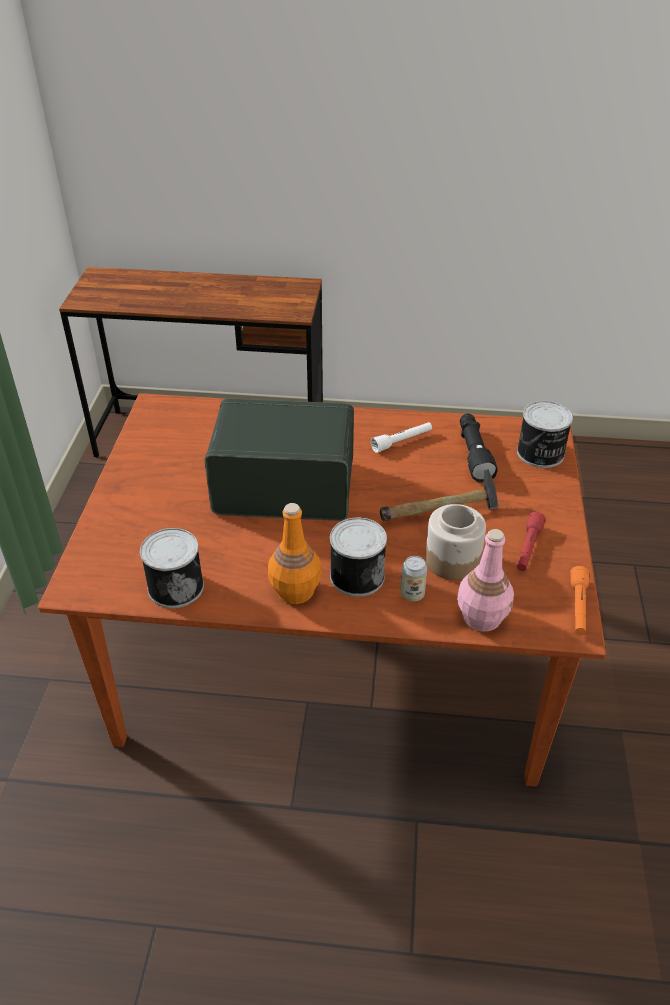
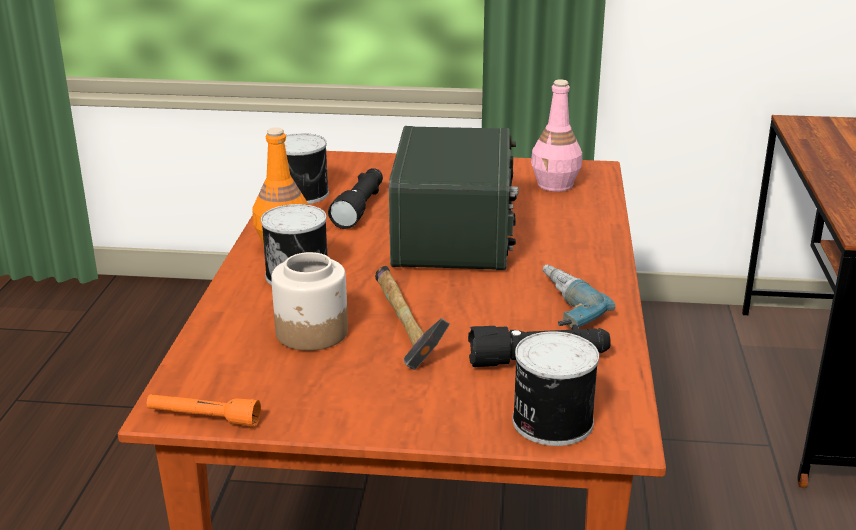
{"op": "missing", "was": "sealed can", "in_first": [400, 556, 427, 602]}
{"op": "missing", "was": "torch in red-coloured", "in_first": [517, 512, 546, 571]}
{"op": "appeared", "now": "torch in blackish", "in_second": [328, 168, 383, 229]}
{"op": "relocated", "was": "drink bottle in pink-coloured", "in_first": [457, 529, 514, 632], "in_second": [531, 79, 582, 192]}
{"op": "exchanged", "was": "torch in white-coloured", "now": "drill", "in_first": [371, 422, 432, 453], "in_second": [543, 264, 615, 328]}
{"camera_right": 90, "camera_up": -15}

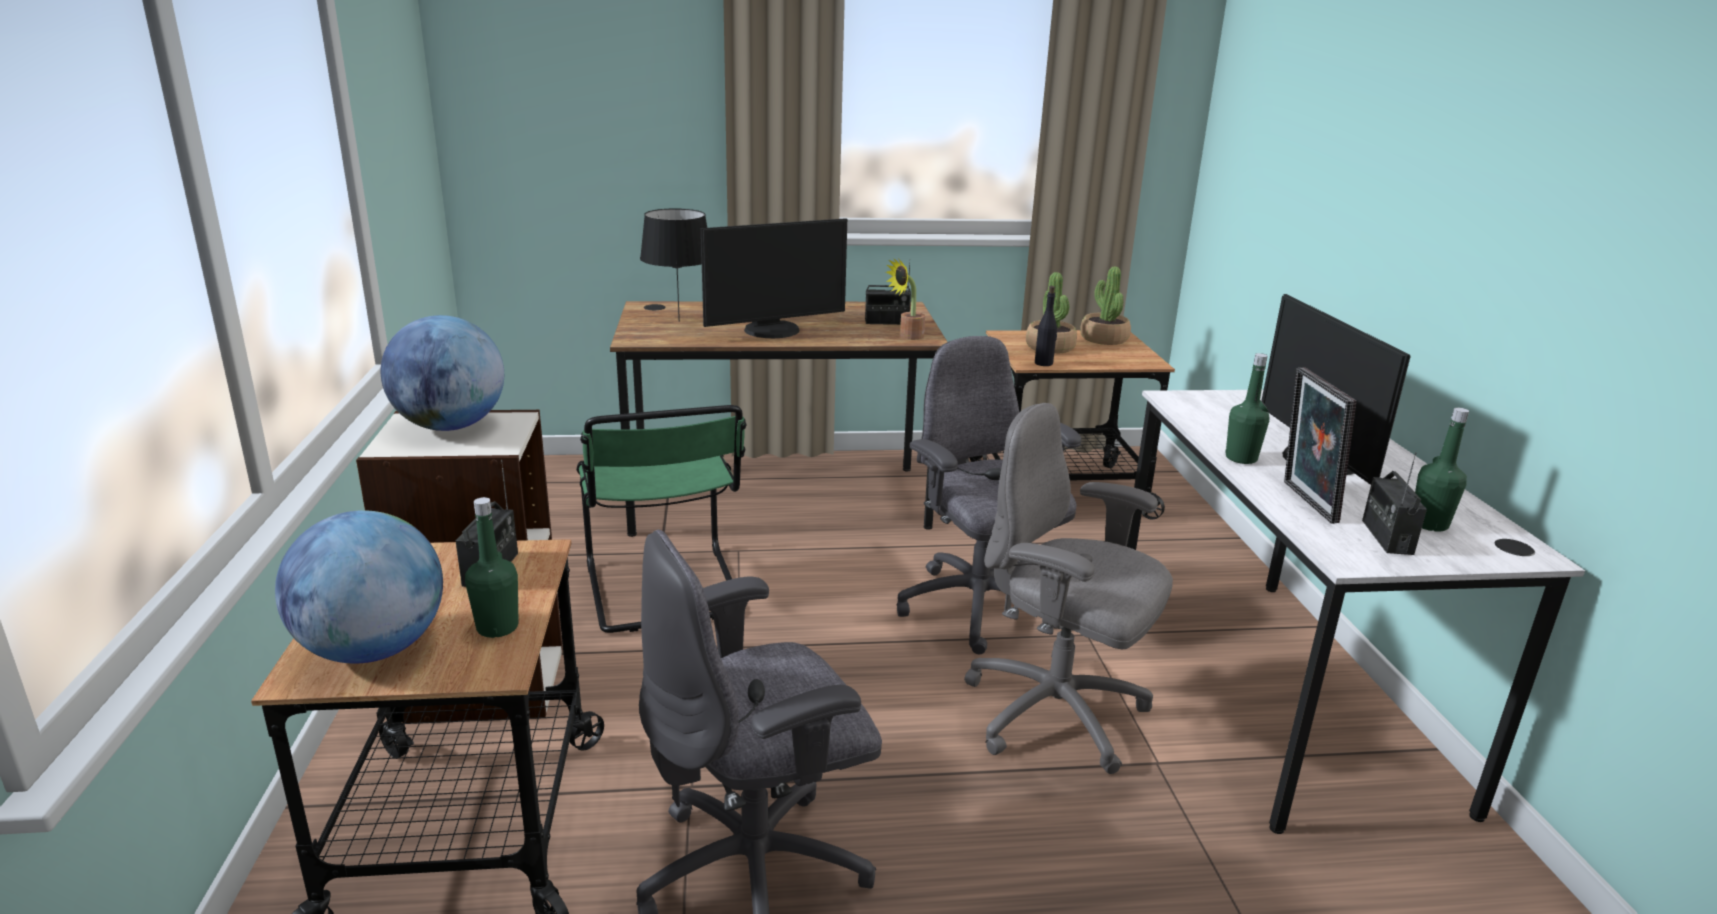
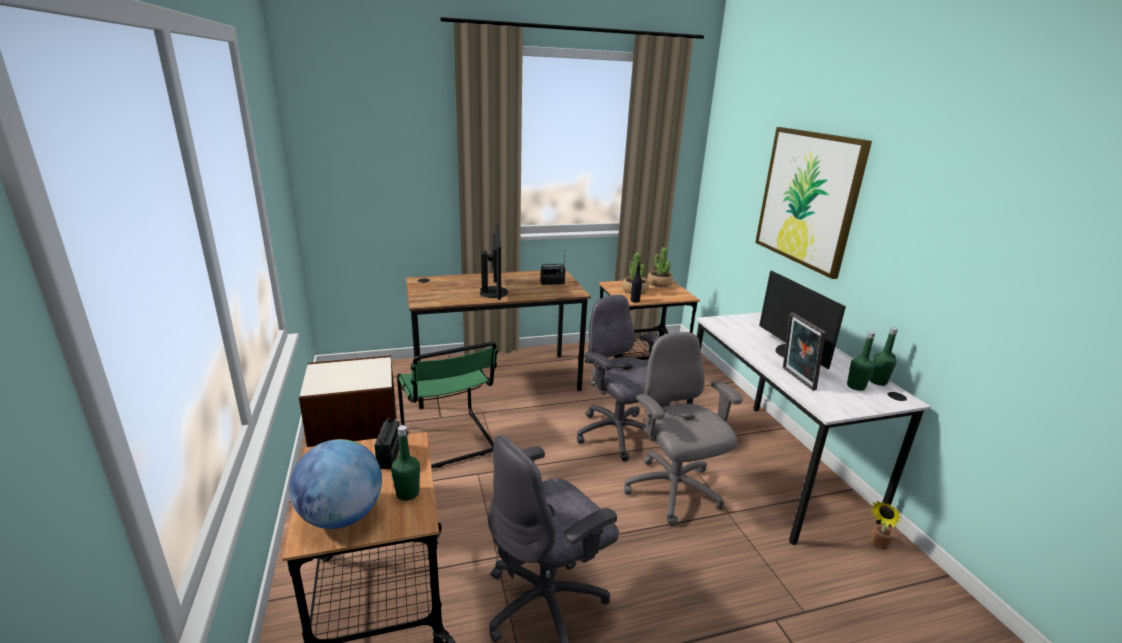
{"op": "missing", "was": "world globe", "in_first": [381, 315, 504, 431]}
{"op": "missing", "was": "lamp for a table in blackish", "in_first": [640, 208, 707, 322]}
{"op": "missing", "was": "radio", "in_first": [1362, 452, 1427, 555]}
{"op": "appeared", "now": "wall art", "in_second": [755, 127, 872, 279]}
{"op": "relocated", "was": "plant in a pot", "in_first": [886, 258, 925, 340], "in_second": [870, 501, 901, 550]}
{"op": "relocated", "was": "drink bottle in green", "in_first": [1225, 353, 1269, 464], "in_second": [869, 327, 898, 386]}
{"op": "spun", "was": "computer display", "in_first": [701, 218, 847, 338], "in_second": [480, 225, 508, 300], "clockwise": -60}
{"op": "spun", "was": "office chair in grey", "in_first": [964, 403, 1173, 774], "in_second": [624, 332, 743, 526], "clockwise": 45}
{"camera_right": -10, "camera_up": 0}

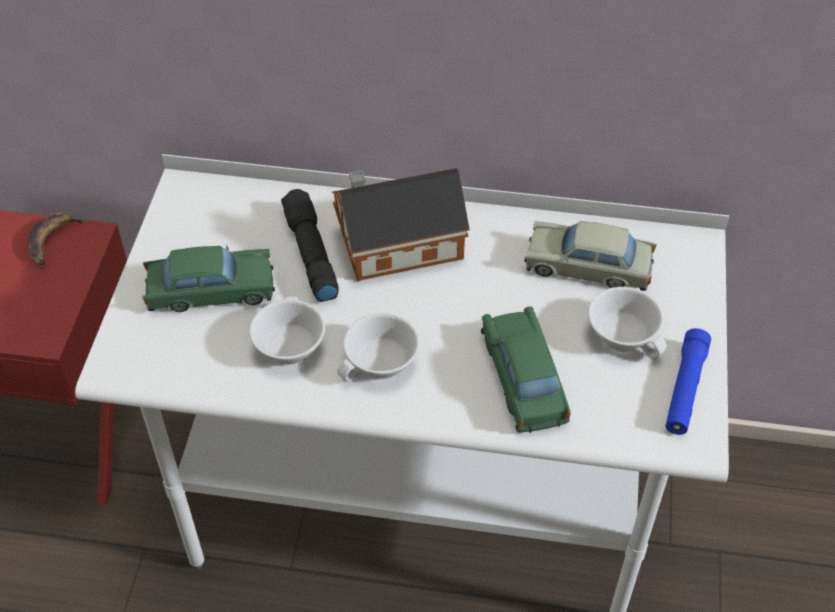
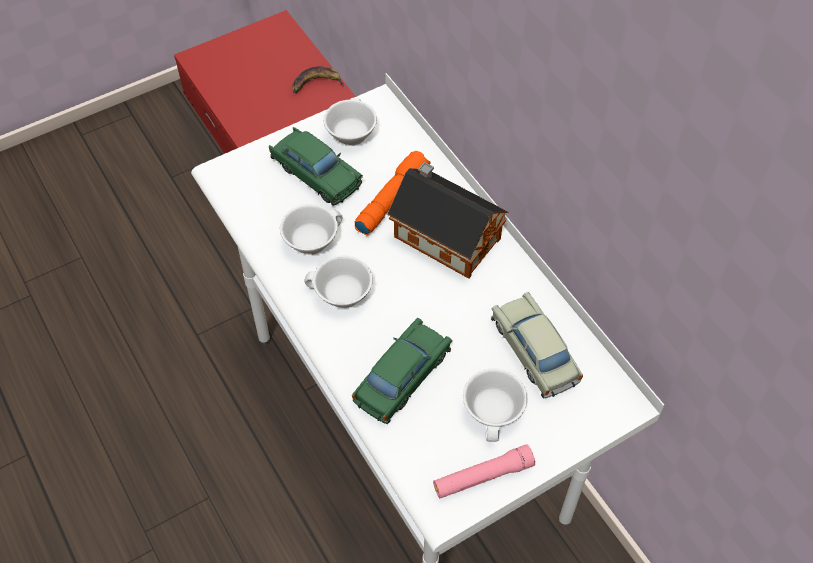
{"op": "appeared", "now": "cup in white-coloured", "in_second": [323, 98, 377, 146]}
{"op": "colour", "was": "torch in blackish", "now": "torch in orange-coloured", "in_first": [281, 189, 339, 302], "in_second": [355, 151, 431, 236]}
{"op": "colour", "was": "torch in blue", "now": "torch in pink-coloured", "in_first": [666, 328, 711, 435], "in_second": [433, 444, 535, 498]}
{"camera_right": 50, "camera_up": 5}

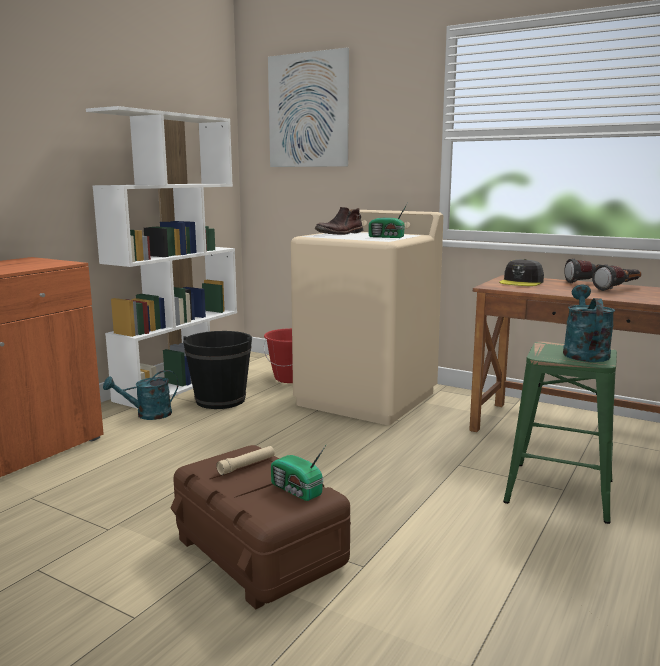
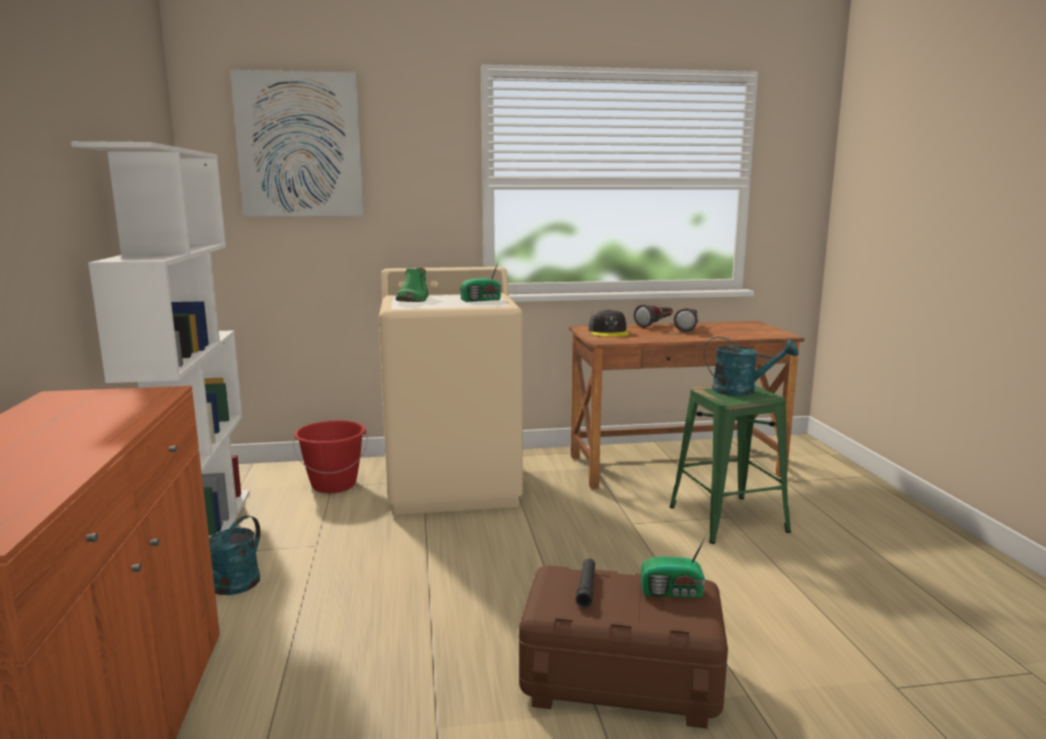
{"op": "missing", "was": "bucket in blackish", "in_first": [183, 331, 252, 409]}
{"op": "colour", "was": "torch in sand-coloured", "now": "torch in blackish", "in_first": [217, 446, 275, 475], "in_second": [576, 558, 595, 608]}
{"op": "colour", "was": "tall boot in brownish", "now": "tall boot in green", "in_first": [315, 207, 363, 235], "in_second": [396, 268, 429, 302]}
{"op": "spun", "was": "sprinkling can in turquoise-coloured", "in_first": [563, 284, 615, 362], "in_second": [704, 337, 799, 396], "clockwise": 135}
{"camera_right": -40, "camera_up": 0}

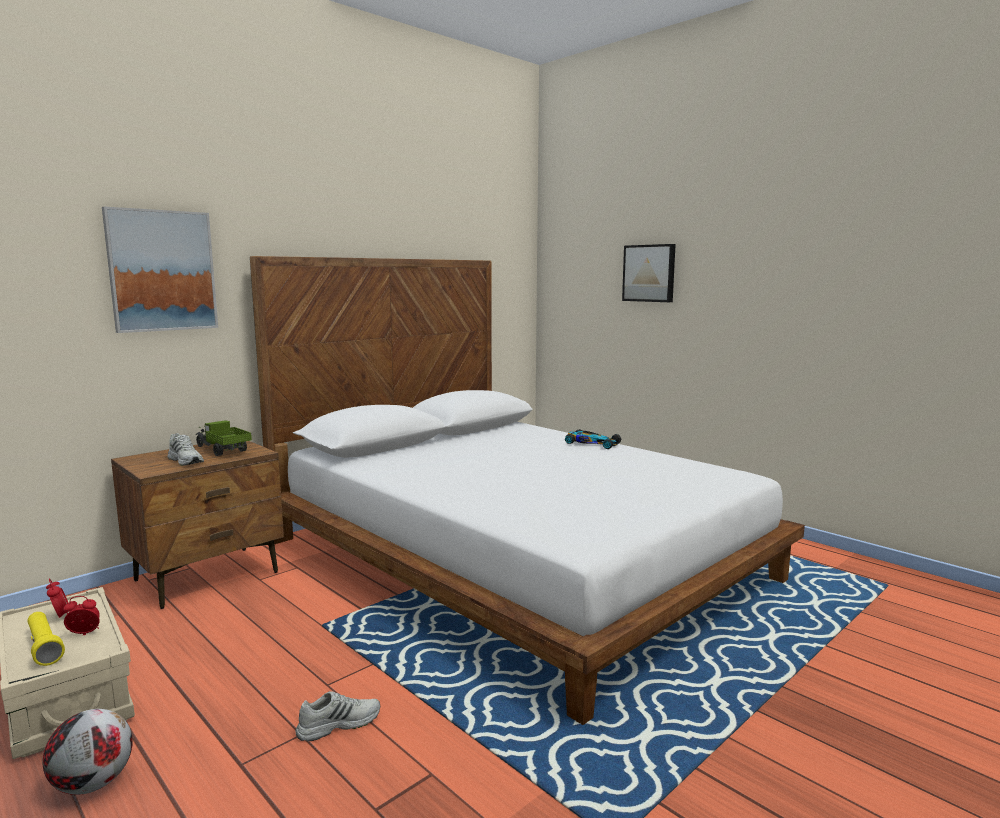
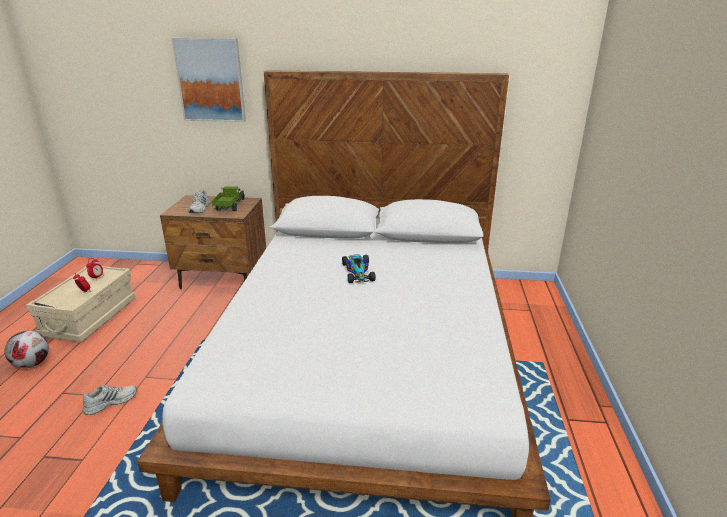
{"op": "missing", "was": "torch in yellow", "in_first": [28, 612, 65, 666]}
{"op": "missing", "was": "wall art", "in_first": [622, 244, 676, 302]}
{"op": "relocated", "was": "miniature car", "in_first": [565, 429, 621, 449], "in_second": [342, 255, 376, 283]}
{"op": "spun", "was": "low shoe in white-coloured", "in_first": [295, 691, 380, 741], "in_second": [82, 385, 137, 415], "clockwise": -60}
{"camera_right": 50, "camera_up": 15}

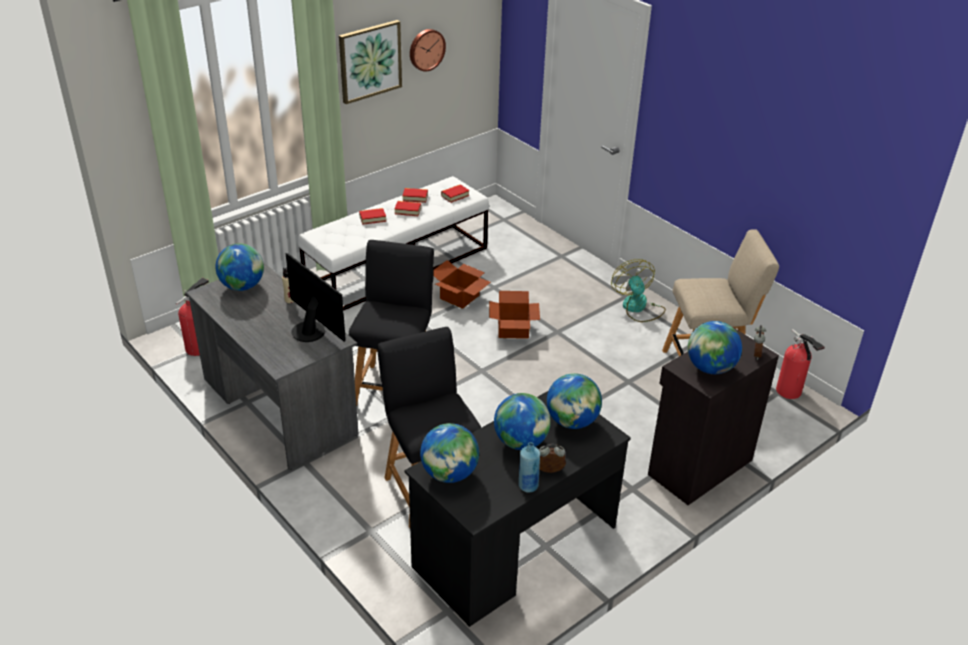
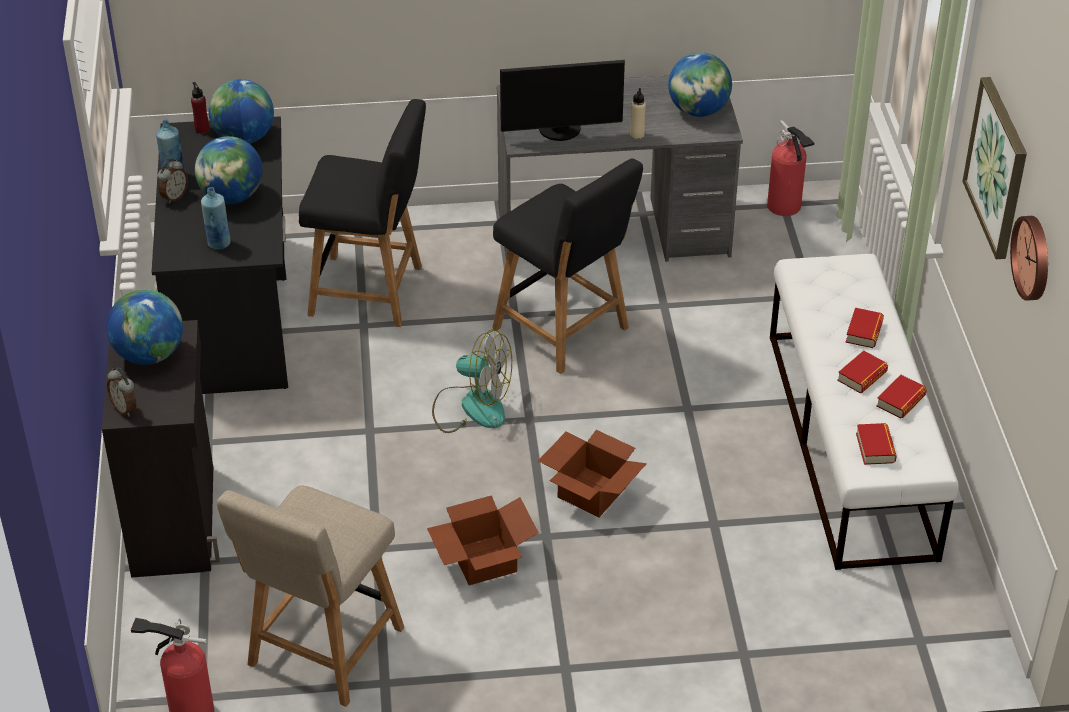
{"op": "appeared", "now": "drink bottle in red-coloured", "in_second": [191, 82, 209, 134]}
{"op": "relocated", "was": "cardboard box", "in_first": [433, 260, 491, 309], "in_second": [427, 495, 539, 585]}
{"op": "relocated", "was": "cooling fan", "in_first": [611, 259, 666, 322], "in_second": [432, 329, 512, 433]}
{"op": "exchanged", "was": "world globe", "now": "drink bottle in blue", "in_first": [547, 373, 602, 429], "in_second": [201, 187, 231, 250]}
{"camera_right": 125, "camera_up": 5}

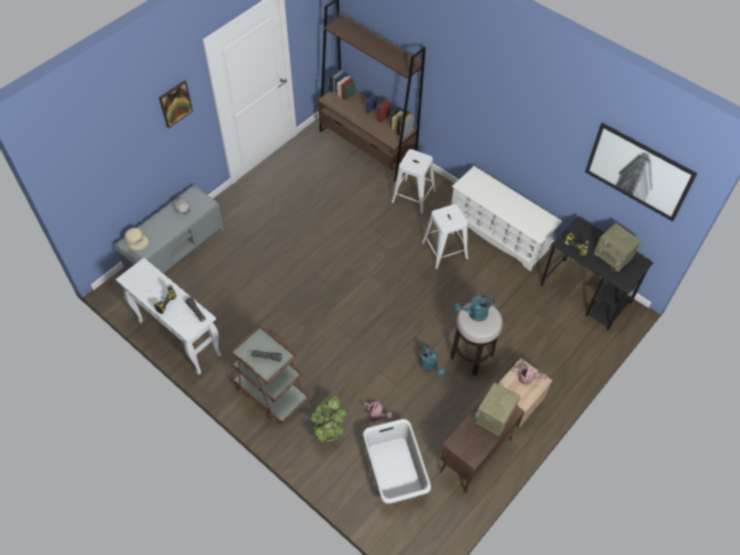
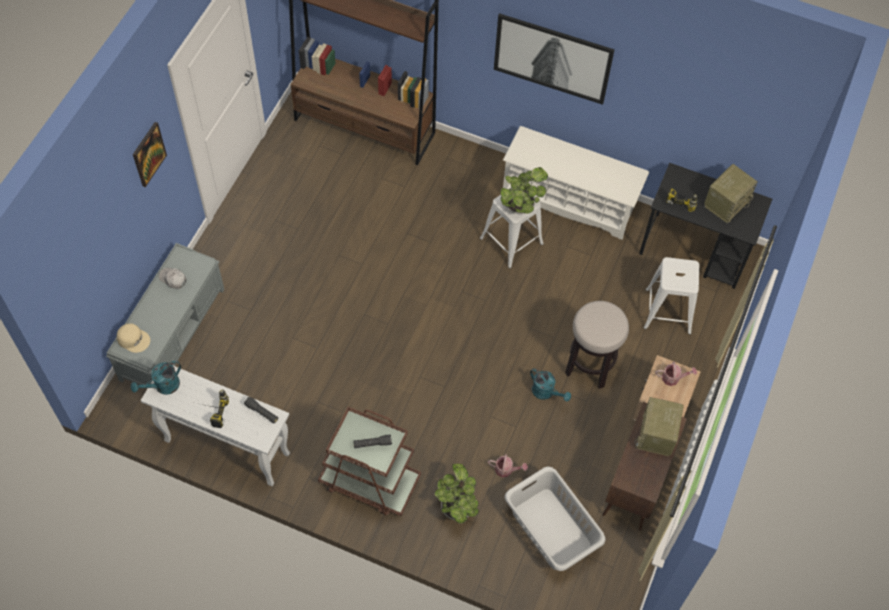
{"op": "appeared", "now": "plant in a pot", "in_second": [500, 167, 548, 214]}
{"op": "relocated", "was": "sitting stool in white-coloured", "in_first": [391, 149, 436, 214], "in_second": [644, 257, 700, 335]}
{"op": "relocated", "was": "sprinkling can in turquoise-coloured", "in_first": [454, 295, 495, 321], "in_second": [131, 361, 181, 395]}
{"op": "relocated", "was": "wall art", "in_first": [585, 123, 697, 221], "in_second": [494, 13, 615, 105]}
{"op": "spun", "was": "radio", "in_first": [594, 223, 641, 272], "in_second": [704, 164, 758, 223], "clockwise": -75}
{"camera_right": -20, "camera_up": 5}

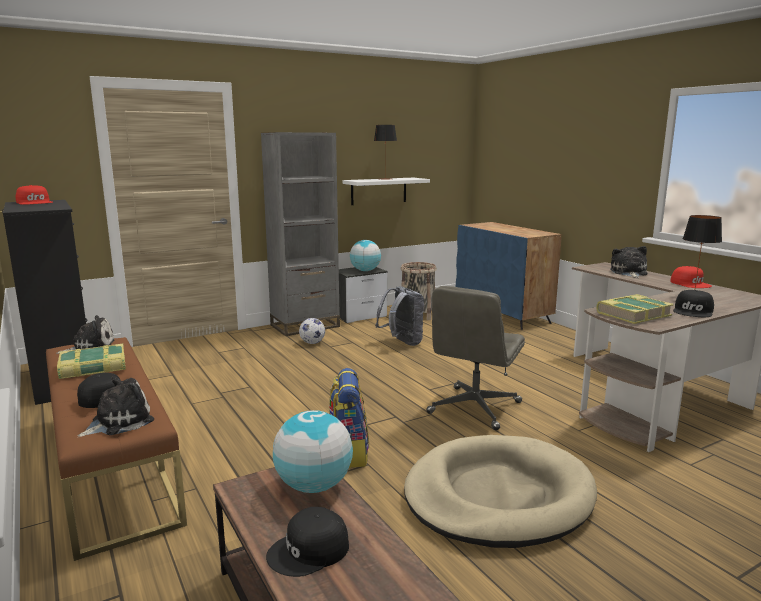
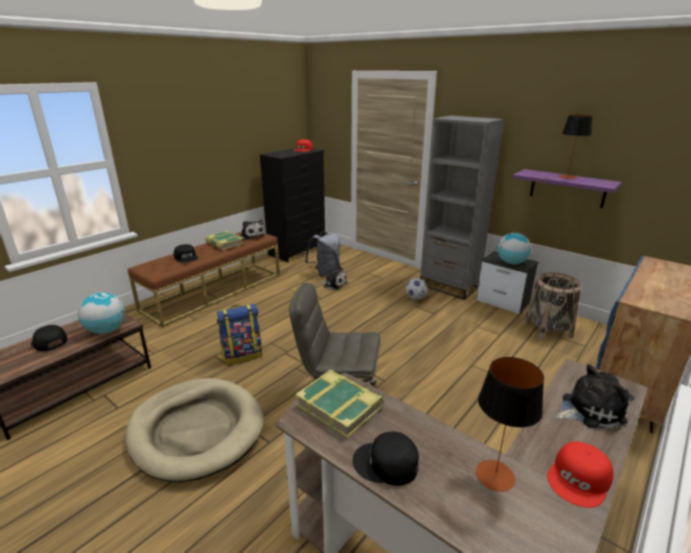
{"op": "relocated", "was": "soft toy", "in_first": [77, 376, 154, 438], "in_second": [319, 267, 347, 290]}
{"op": "relocated", "was": "rucksack in grey", "in_first": [375, 286, 424, 346], "in_second": [305, 231, 340, 277]}
{"op": "colour", "was": "bracket shelf in white-coloured", "now": "bracket shelf in purple-coloured", "in_first": [343, 178, 430, 205], "in_second": [512, 169, 622, 208]}
{"camera_right": 70, "camera_up": 10}

